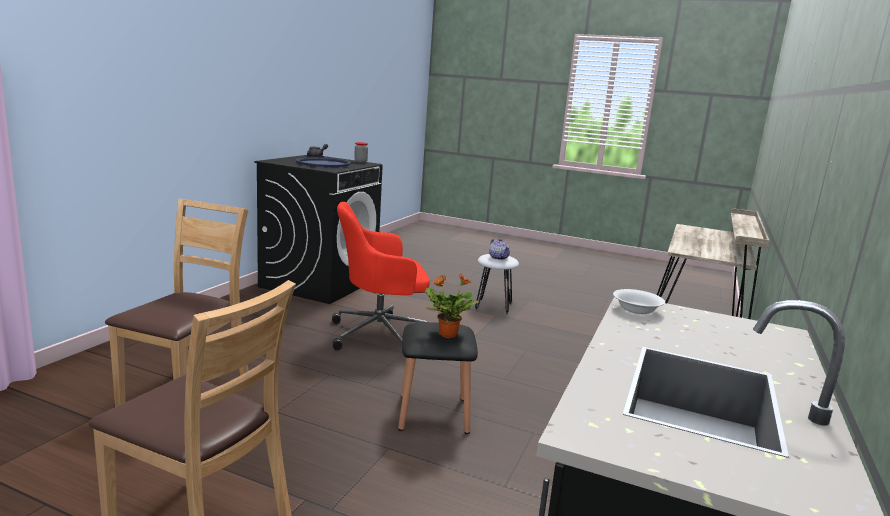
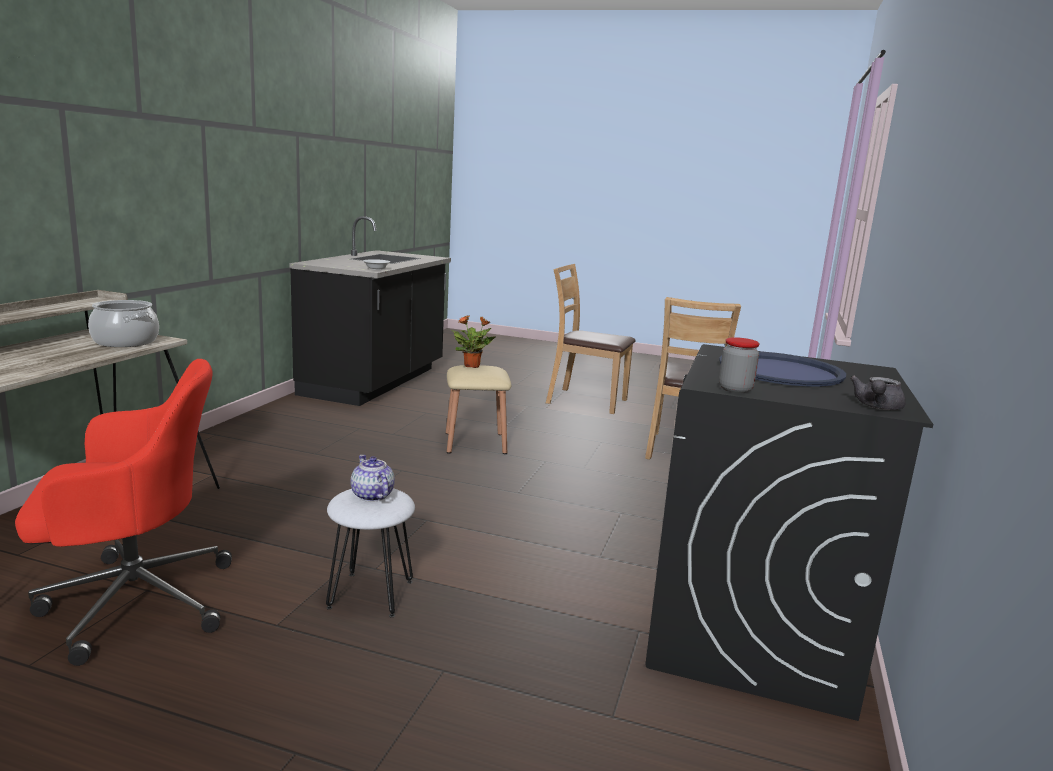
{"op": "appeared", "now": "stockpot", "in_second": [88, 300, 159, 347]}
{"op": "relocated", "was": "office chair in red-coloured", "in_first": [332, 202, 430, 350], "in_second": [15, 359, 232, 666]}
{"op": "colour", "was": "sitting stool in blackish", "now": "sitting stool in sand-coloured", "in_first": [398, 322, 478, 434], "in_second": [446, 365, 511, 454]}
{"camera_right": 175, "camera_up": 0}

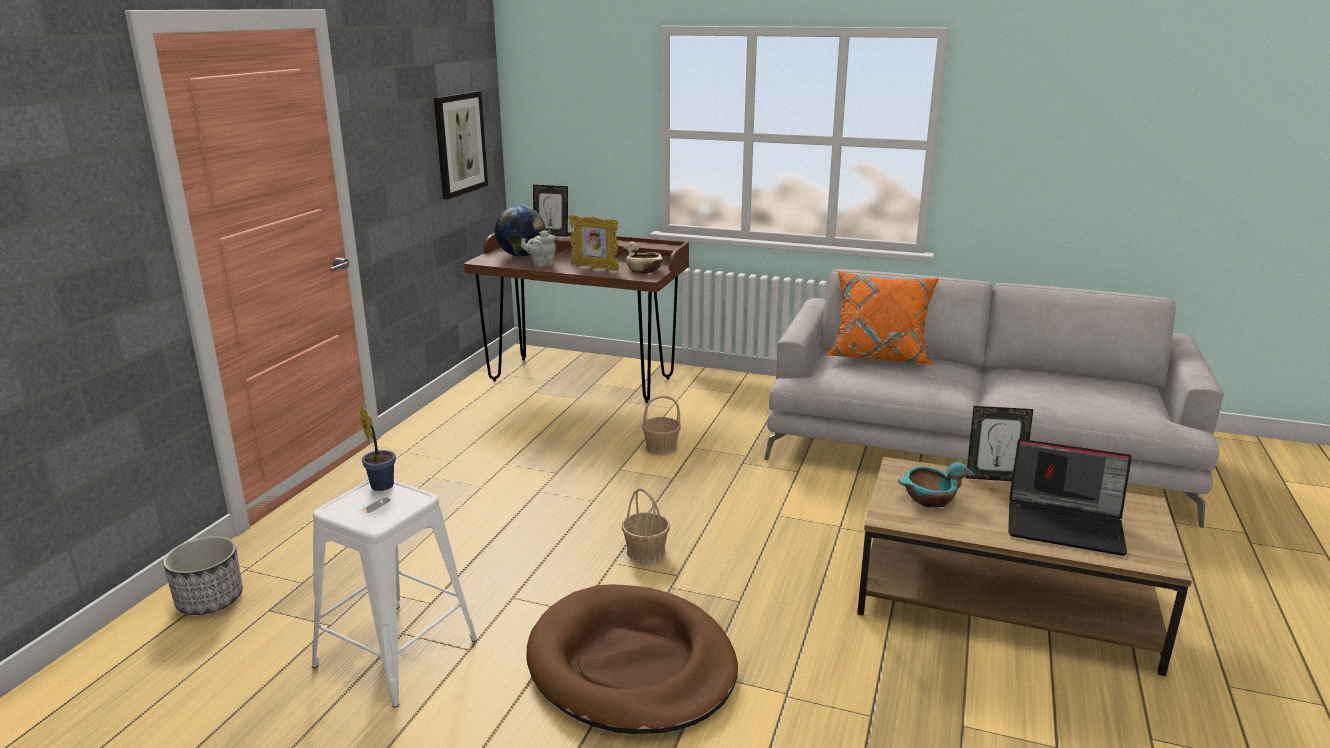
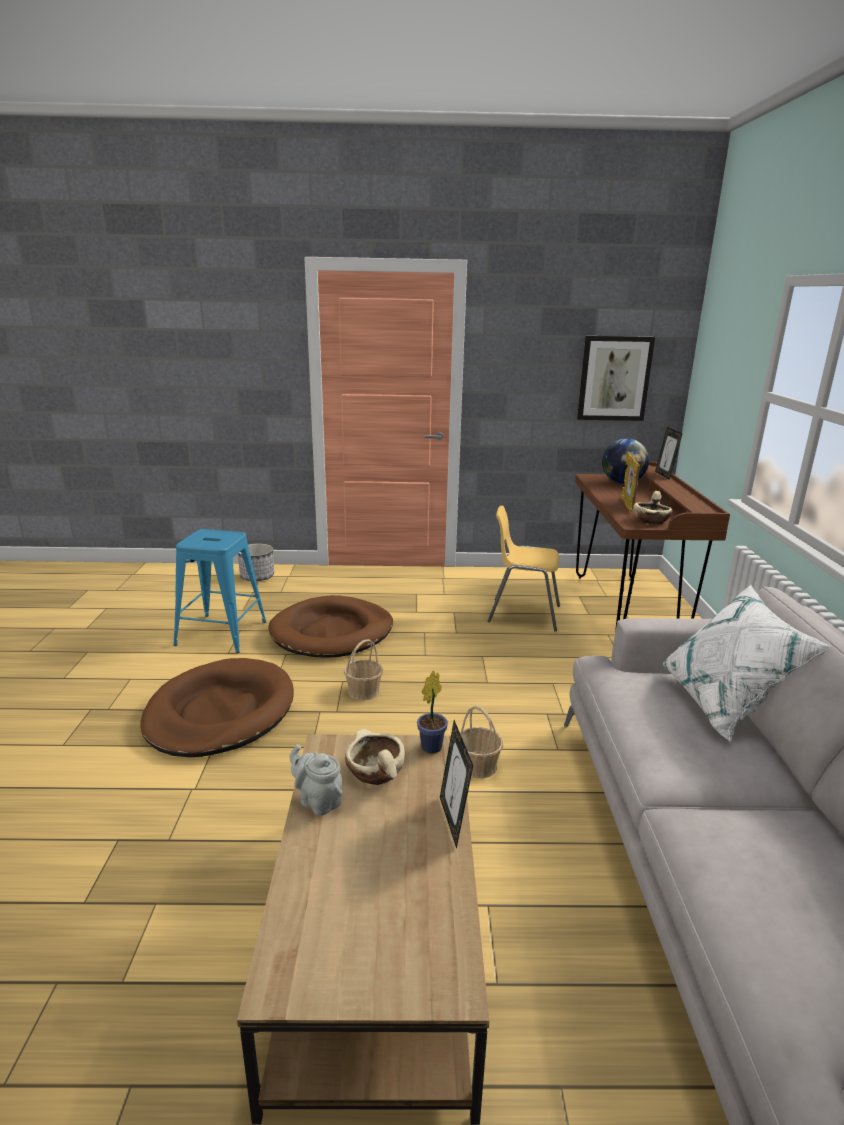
{"op": "missing", "was": "laptop", "in_first": [1008, 439, 1132, 556]}
{"op": "appeared", "now": "dog cushion in brownish", "in_second": [269, 595, 393, 658]}
{"op": "appeared", "now": "chair in yellow", "in_second": [488, 505, 560, 631]}
{"op": "relocated", "was": "plant in a pot", "in_first": [360, 405, 396, 491], "in_second": [417, 670, 448, 754]}
{"op": "relocated", "was": "teapot in grey", "in_first": [521, 230, 556, 267], "in_second": [289, 744, 343, 816]}
{"op": "relocated", "was": "storage basket", "in_first": [642, 396, 681, 455], "in_second": [460, 706, 503, 778]}
{"op": "colour", "was": "sitting stool in white-coloured", "now": "sitting stool in blue", "in_first": [312, 480, 477, 707], "in_second": [173, 529, 266, 653]}
{"op": "colour", "was": "throw pillow in orange-coloured", "now": "throw pillow in white-coloured", "in_first": [824, 271, 939, 365], "in_second": [663, 584, 832, 742]}
{"op": "colour", "was": "serving bowl in turquoise-coloured", "now": "serving bowl in sand-coloured", "in_first": [898, 462, 975, 508], "in_second": [345, 729, 405, 785]}
{"camera_right": 70, "camera_up": 0}

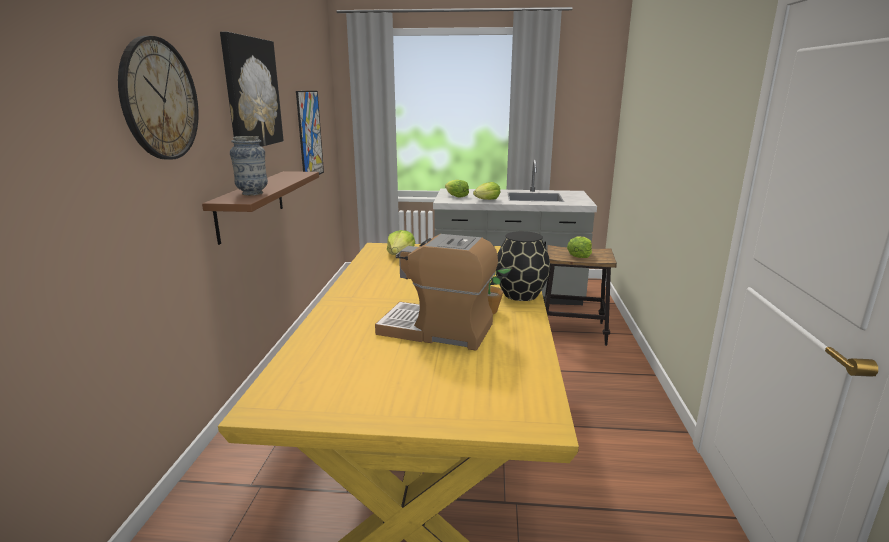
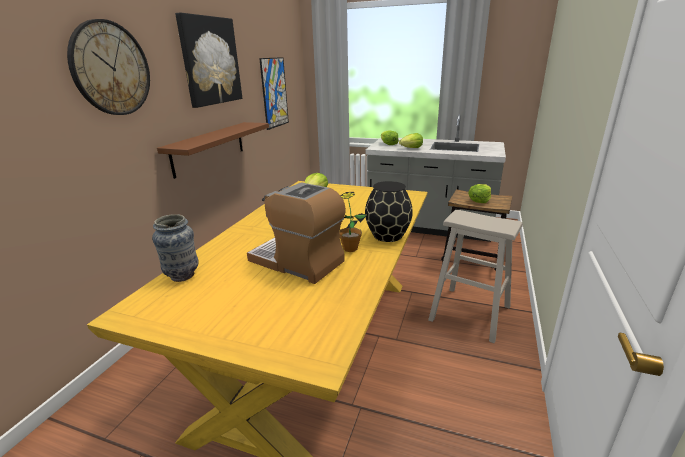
{"op": "appeared", "now": "sitting stool in sand-coloured", "in_second": [428, 210, 523, 343]}
{"op": "relocated", "was": "flower vase", "in_first": [230, 136, 268, 196], "in_second": [152, 214, 198, 282]}
{"camera_right": 15, "camera_up": 5}

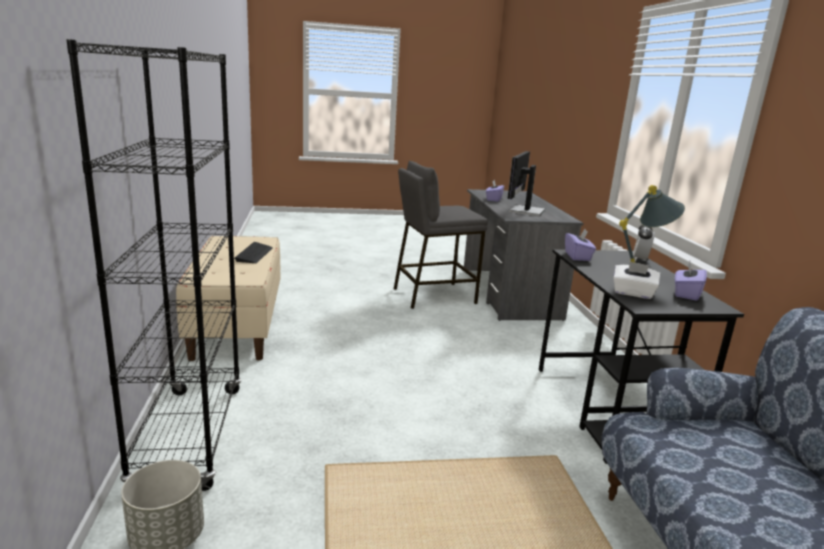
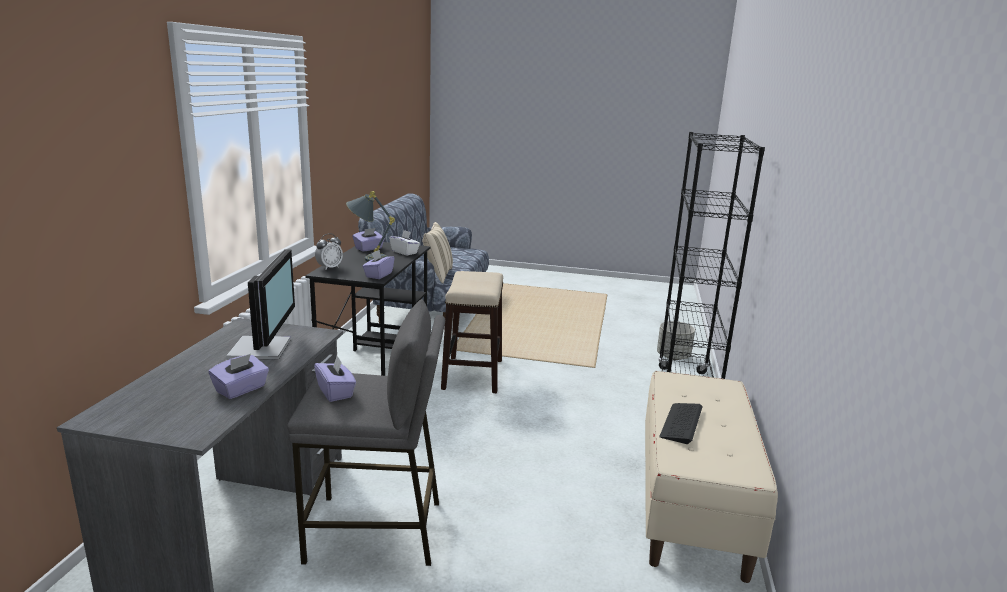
{"op": "appeared", "now": "tissue holder in purple-coloured", "in_second": [314, 356, 356, 402]}
{"op": "appeared", "now": "throw pillow in sand-coloured", "in_second": [422, 222, 453, 284]}
{"op": "appeared", "now": "sitting stool", "in_second": [441, 271, 503, 393]}
{"op": "spun", "was": "computer display", "in_first": [508, 151, 545, 216], "in_second": [226, 249, 295, 360], "clockwise": -45}
{"camera_right": -160, "camera_up": 0}

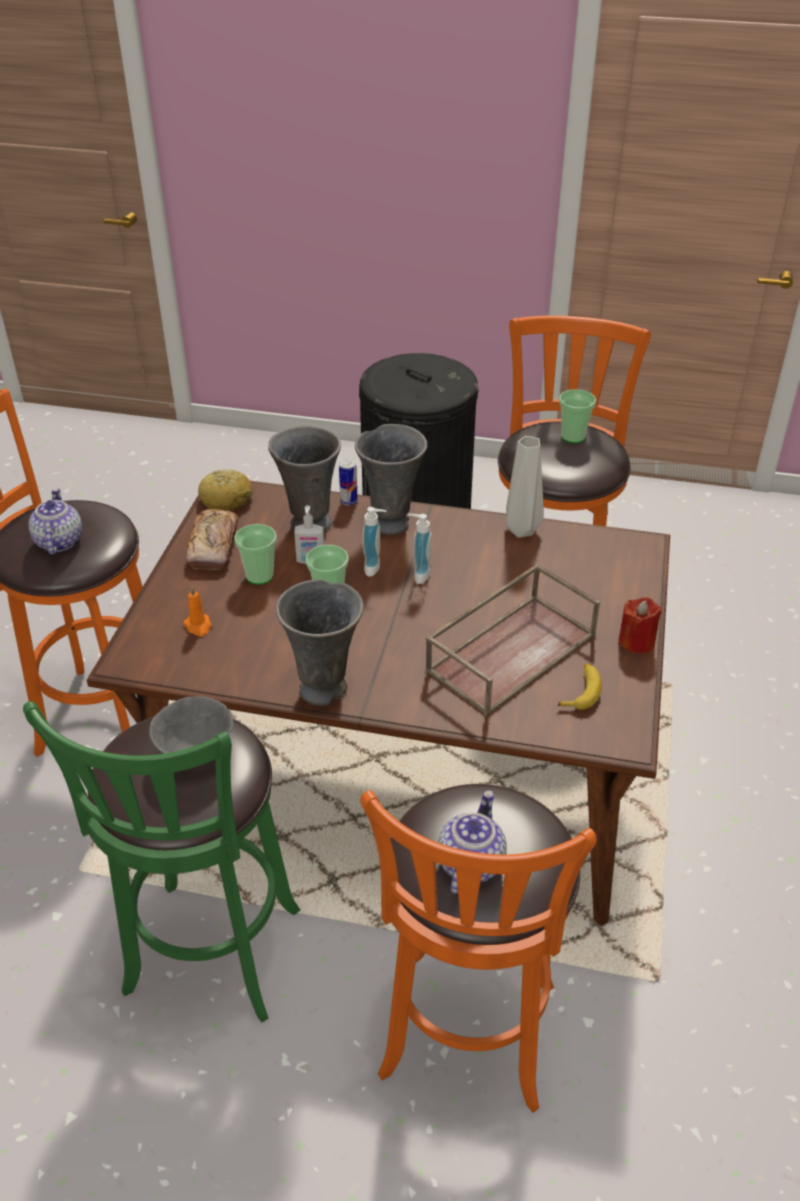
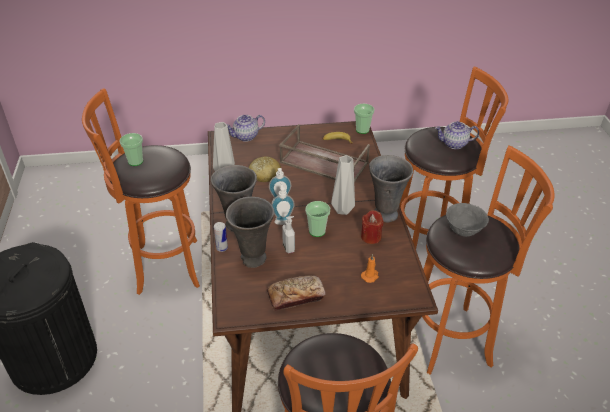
{"op": "appeared", "now": "flower vase in grey", "in_second": [331, 155, 355, 215]}
{"op": "relocated", "was": "teapot", "in_first": [29, 488, 82, 555], "in_second": [226, 115, 265, 142]}
{"op": "relocated", "was": "baked bread", "in_first": [198, 469, 253, 511], "in_second": [249, 156, 281, 182]}
{"op": "relocated", "was": "cup", "in_first": [234, 524, 277, 585], "in_second": [354, 104, 375, 134]}
{"op": "relocated", "was": "wax candle in red-coloured", "in_first": [618, 597, 662, 654], "in_second": [361, 210, 384, 244]}
{"op": "colour", "was": "sitting stool in green", "now": "sitting stool in orange-coloured", "in_first": [23, 701, 301, 1022], "in_second": [422, 145, 555, 375]}
{"camera_right": -110, "camera_up": 0}

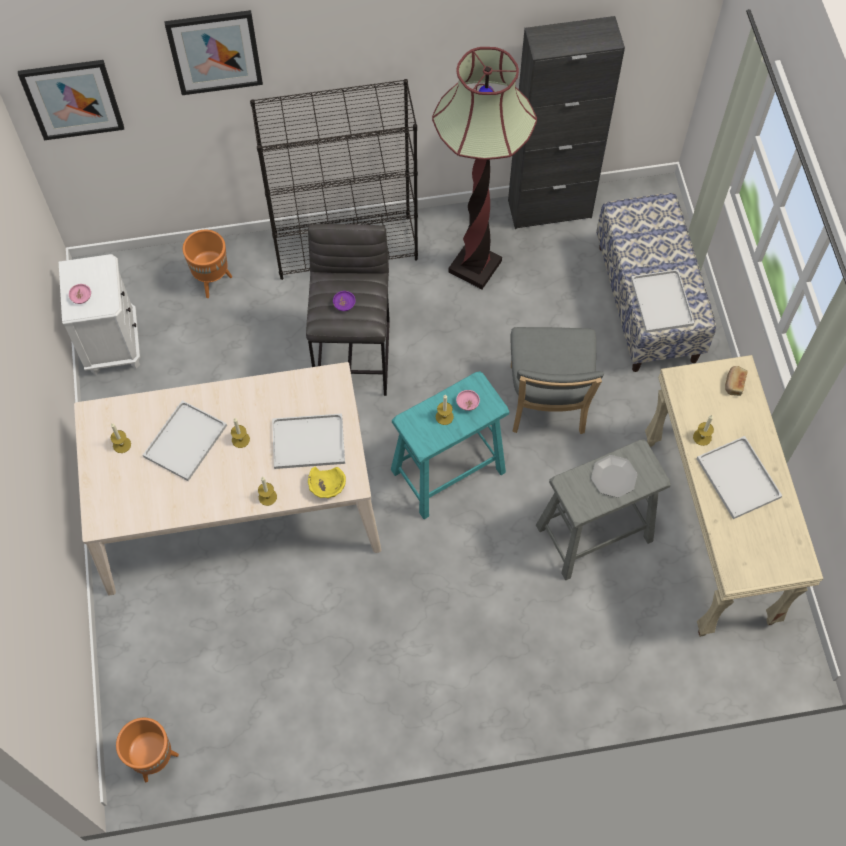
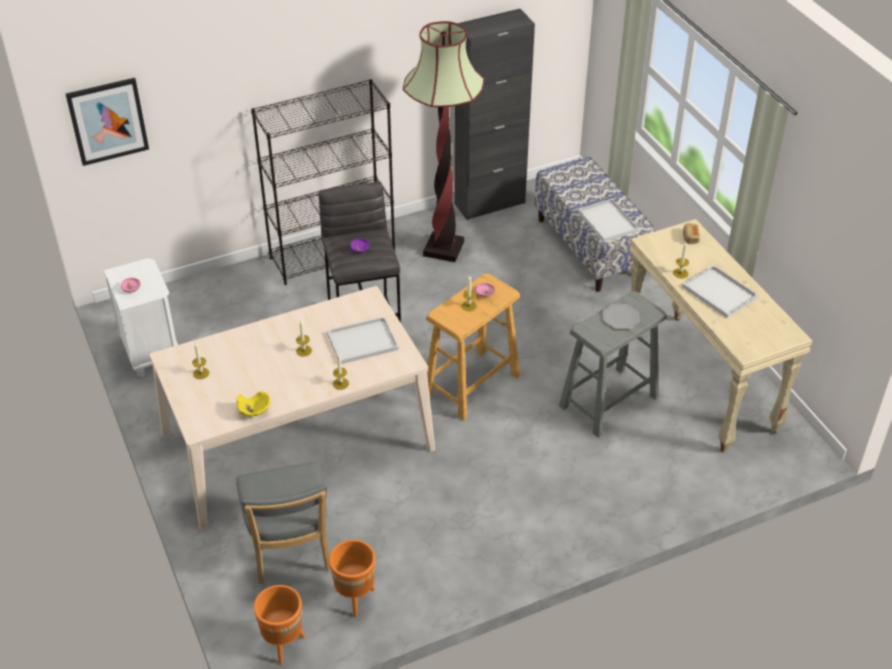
{"op": "missing", "was": "tray in white-coloured", "in_first": [143, 400, 227, 481]}
{"op": "missing", "was": "wall art", "in_first": [164, 10, 263, 95]}
{"op": "relocated", "was": "planter in orange-coloured", "in_first": [183, 229, 232, 298], "in_second": [329, 540, 375, 617]}
{"op": "relocated", "was": "serving bowl in yellow", "in_first": [308, 466, 346, 498], "in_second": [236, 391, 271, 417]}
{"op": "relocated", "was": "chair in grey", "in_first": [510, 327, 604, 434], "in_second": [236, 462, 331, 584]}
{"op": "colour", "was": "sitting stool in turquoise-coloured", "now": "sitting stool in sand-coloured", "in_first": [391, 371, 509, 519], "in_second": [426, 273, 520, 420]}
{"camera_right": -15, "camera_up": -20}

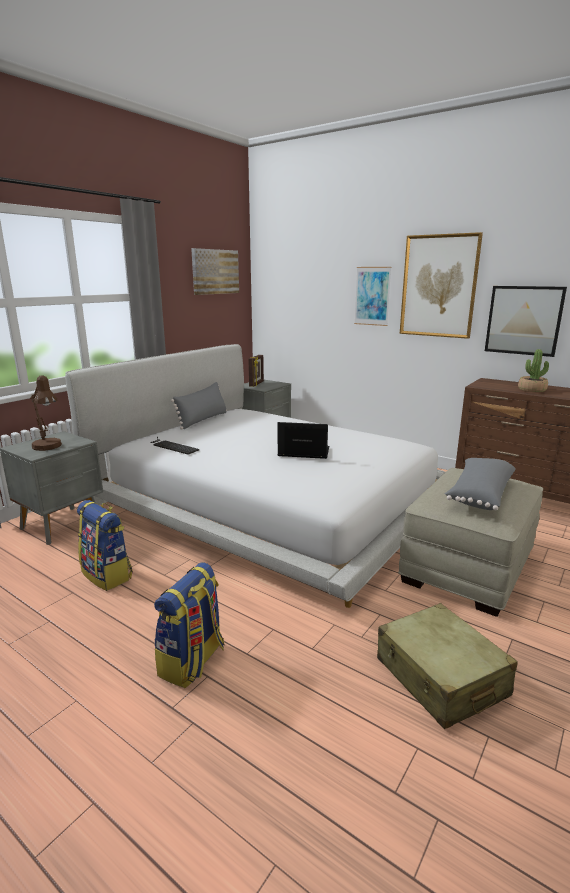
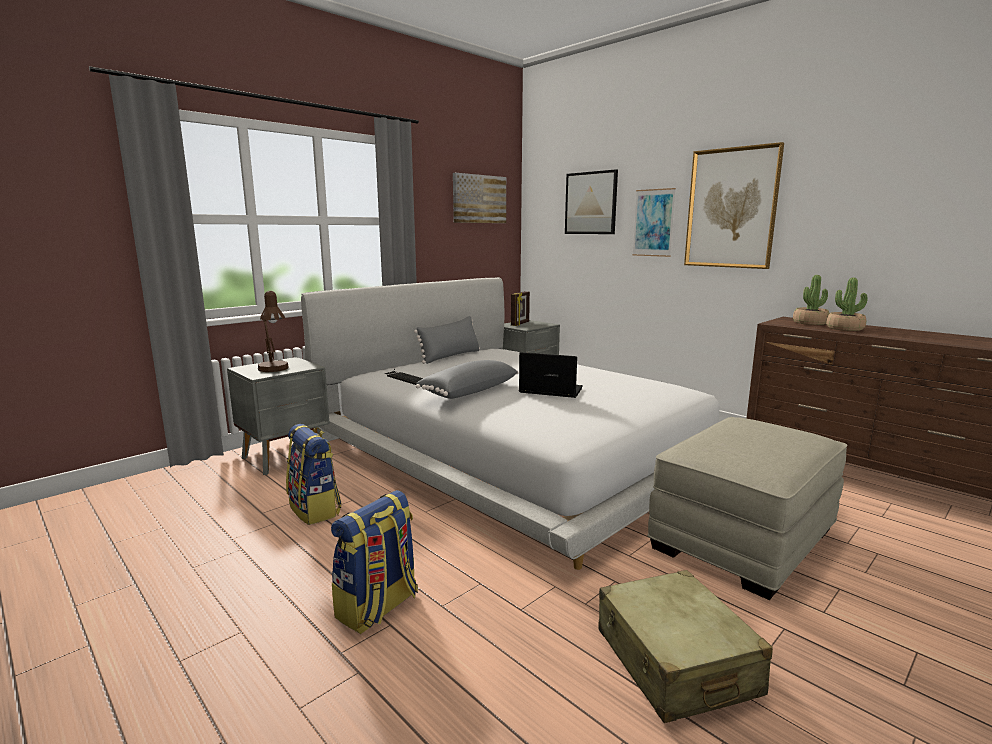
{"op": "appeared", "now": "plant in a pot", "in_second": [793, 275, 829, 325]}
{"op": "relocated", "was": "throw pillow in grey", "in_first": [445, 458, 516, 510], "in_second": [416, 360, 519, 399]}
{"op": "relocated", "was": "wall art", "in_first": [485, 286, 567, 357], "in_second": [565, 169, 618, 234]}
{"camera_right": 10, "camera_up": -5}

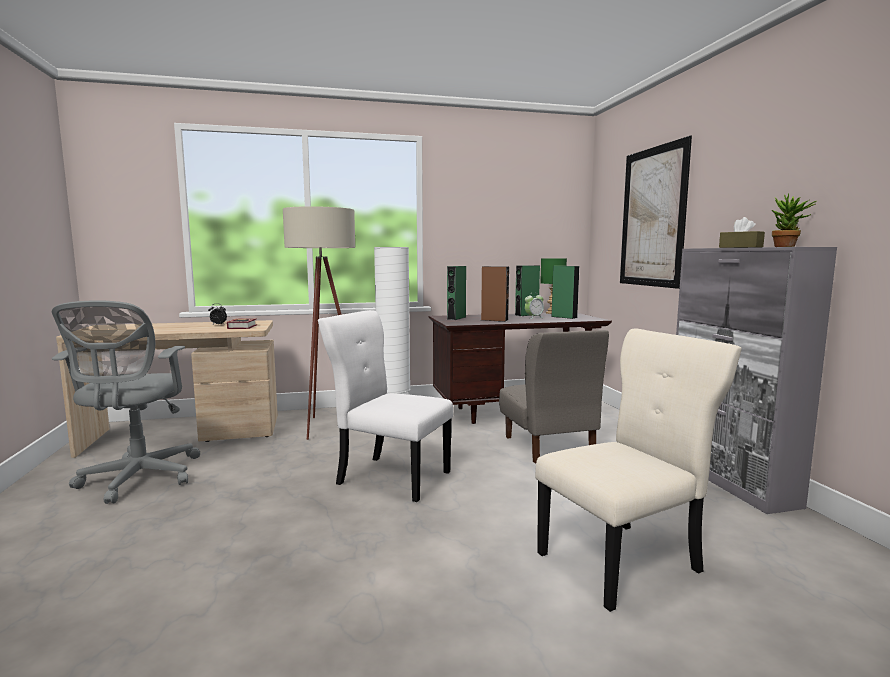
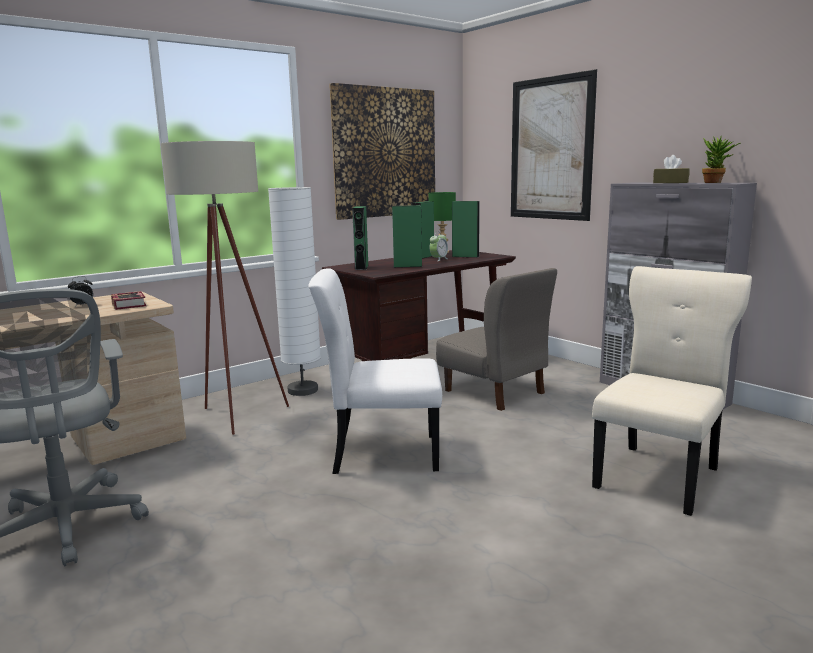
{"op": "appeared", "now": "wall art", "in_second": [329, 83, 435, 220]}
{"op": "colour", "was": "audio speaker in brownish", "now": "audio speaker in green", "in_first": [481, 266, 509, 322], "in_second": [392, 205, 422, 268]}
{"camera_right": -25, "camera_up": 5}

